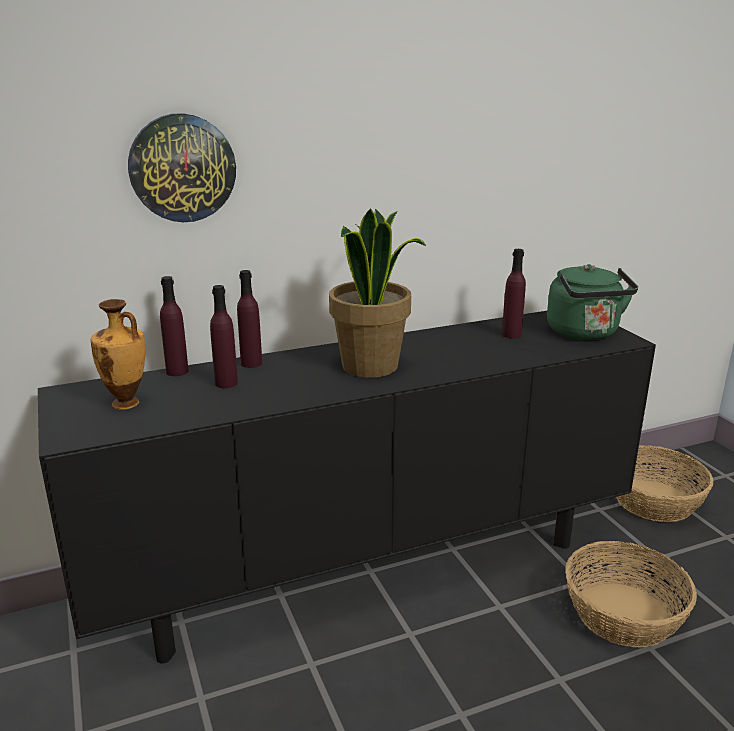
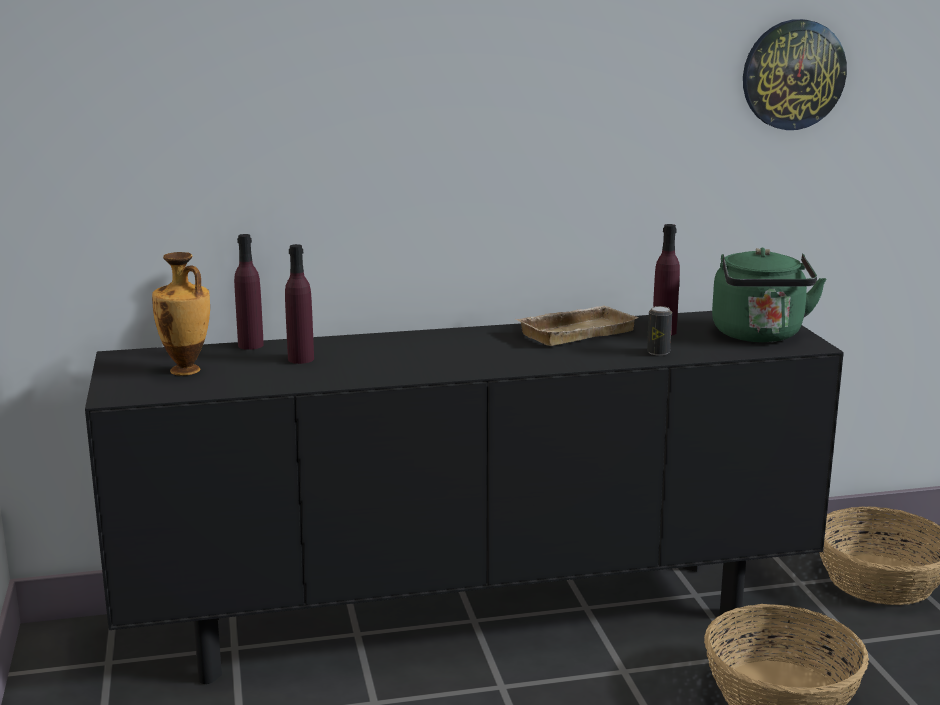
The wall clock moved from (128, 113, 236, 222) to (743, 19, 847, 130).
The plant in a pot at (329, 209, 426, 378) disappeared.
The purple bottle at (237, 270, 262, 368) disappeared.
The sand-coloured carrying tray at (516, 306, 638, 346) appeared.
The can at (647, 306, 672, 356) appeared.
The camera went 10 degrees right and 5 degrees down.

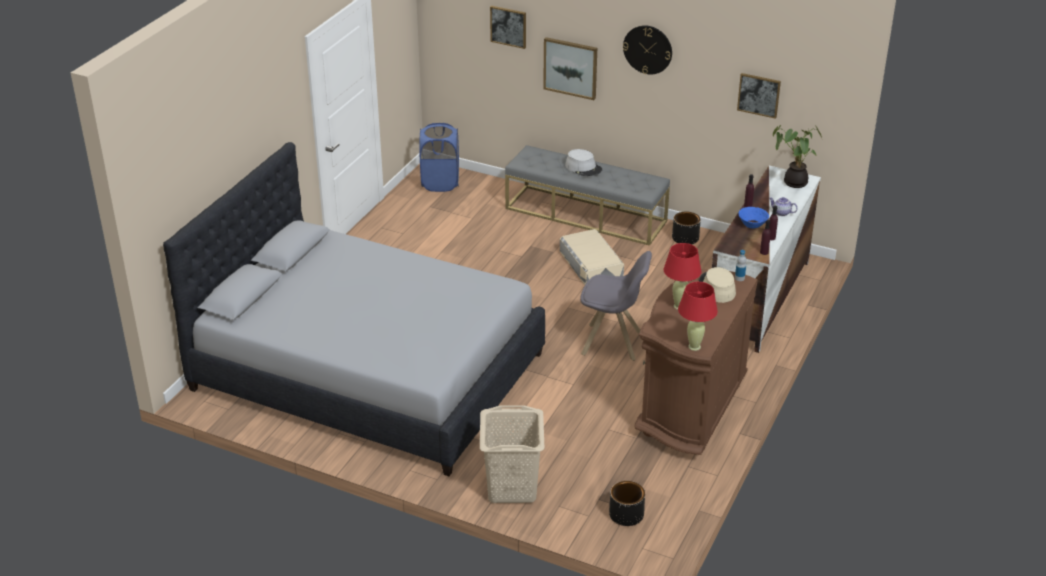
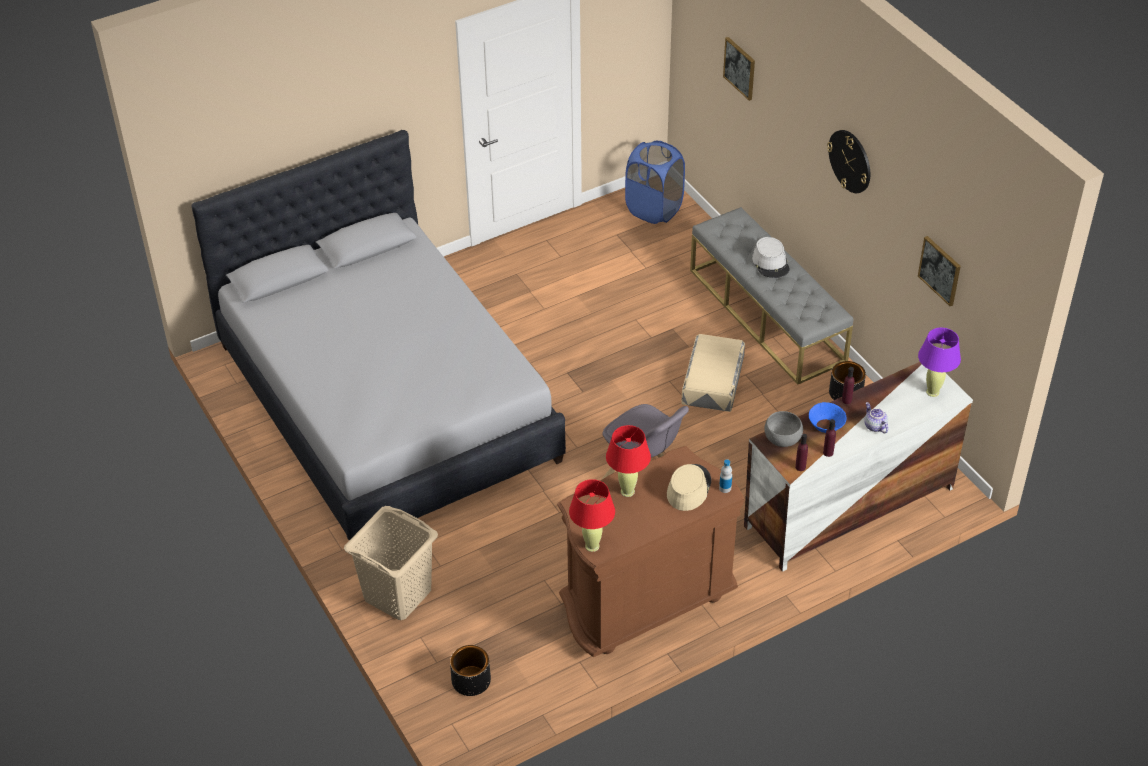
The wall art at (543, 37, 597, 100) disappeared.
The plant in a pot at (773, 125, 822, 188) was replaced by the purple lamp for a table at (918, 328, 961, 397).
The gray bowl at (764, 411, 803, 447) appeared.
The camera went 35 degrees right and 10 degrees up.

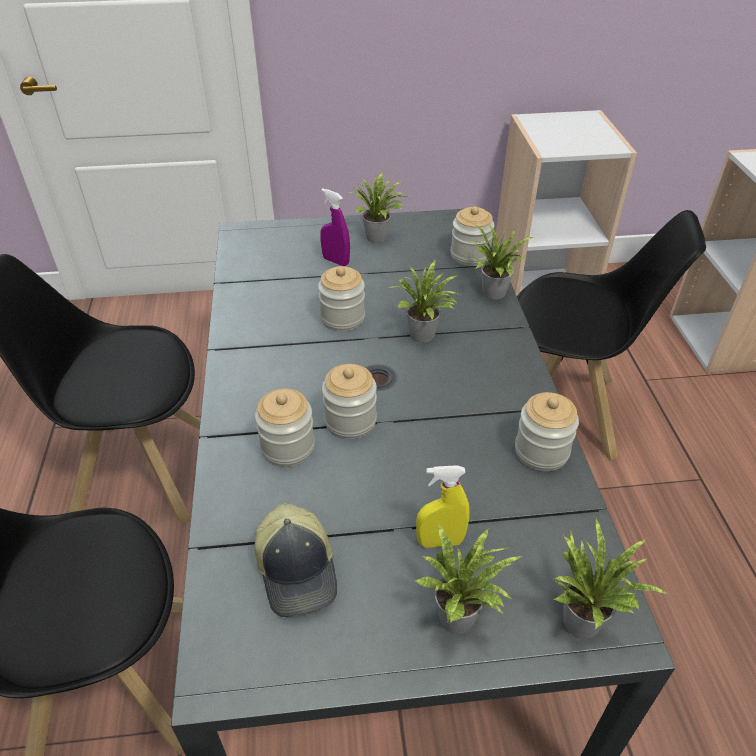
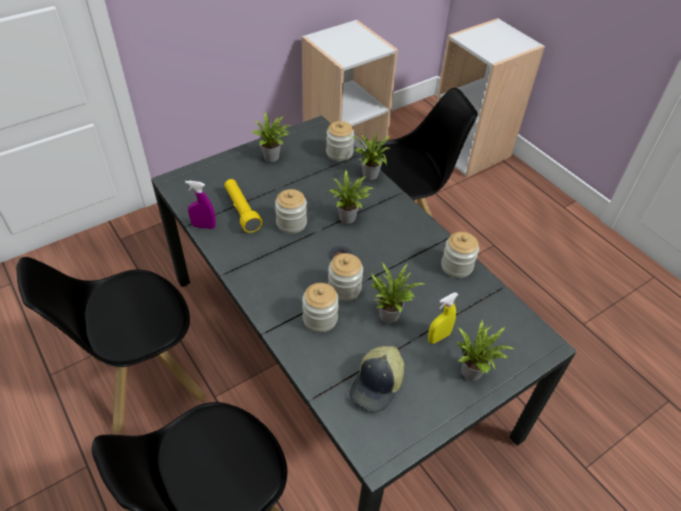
The purple hand sprayer moved from (320, 188, 350, 266) to (185, 181, 216, 229).
The baseball cap at (255, 503, 337, 617) turned 75 degrees clockwise.
The plant in a pot moved from (553, 519, 668, 638) to (371, 263, 426, 324).
The yellow-coloured flashlight at (224, 179, 263, 233) appeared.
The camera went 30 degrees left and 5 degrees up.

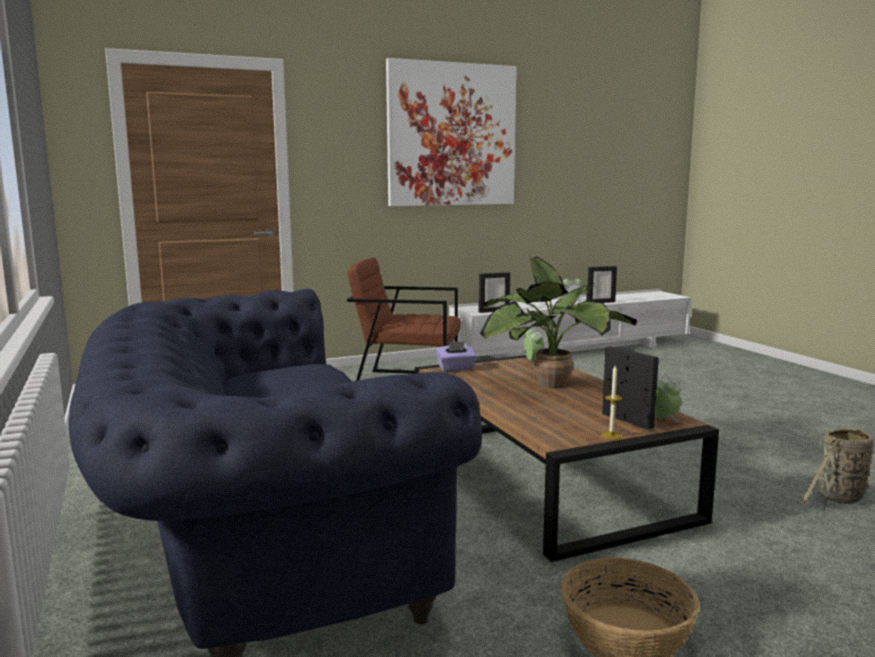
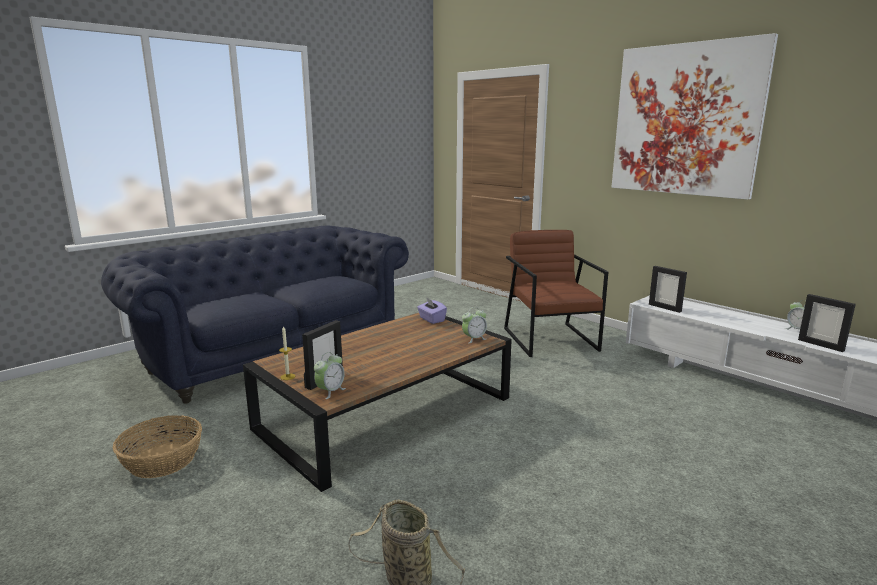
The plant in a pot at (480, 254, 637, 389) disappeared.
The camera went 70 degrees right and 5 degrees up.

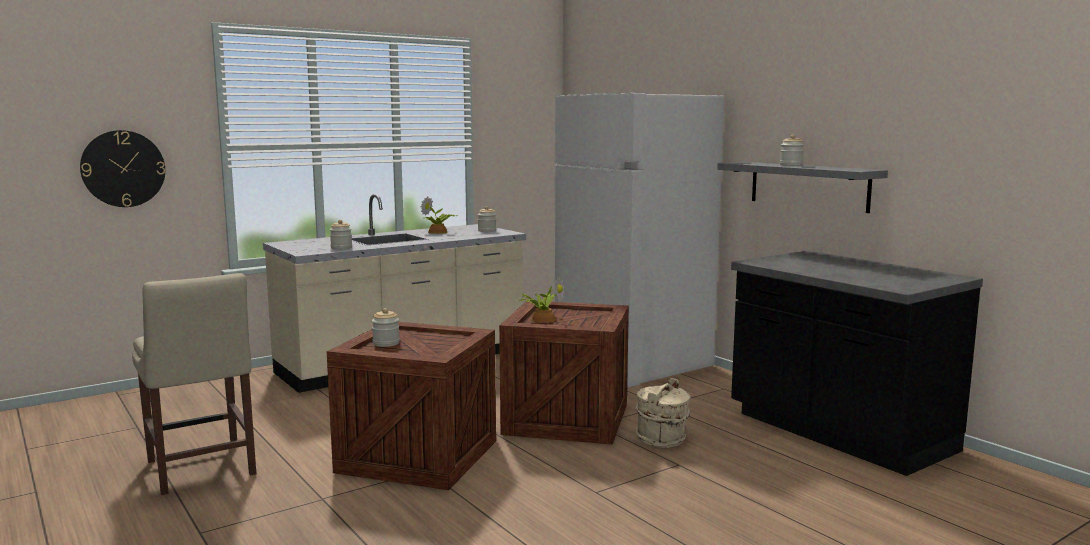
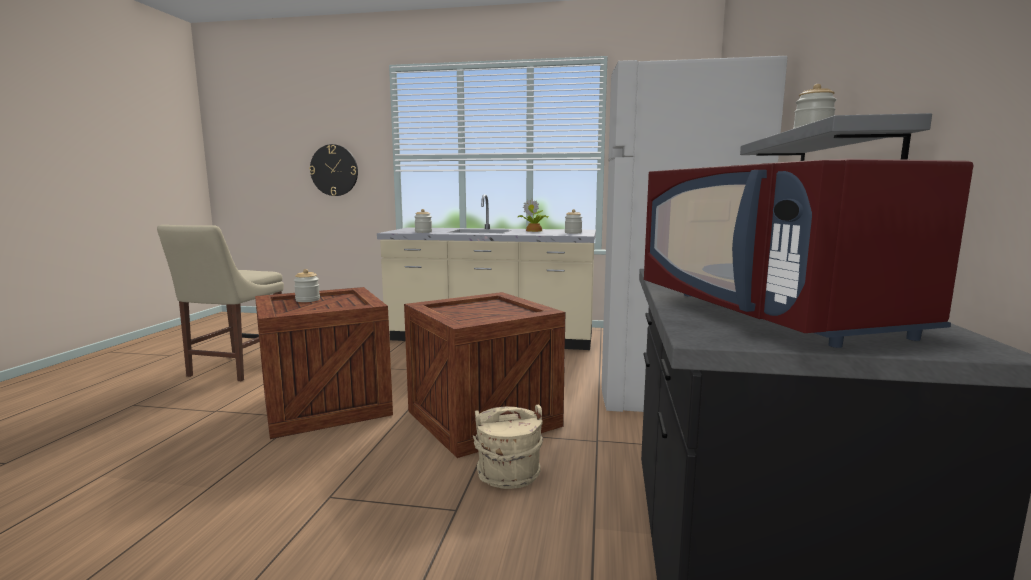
The plant in a pot at (519, 276, 564, 323) disappeared.
The red-coloured kitchen microwave at (644, 159, 973, 348) appeared.
The camera went 45 degrees right and 0 degrees up.

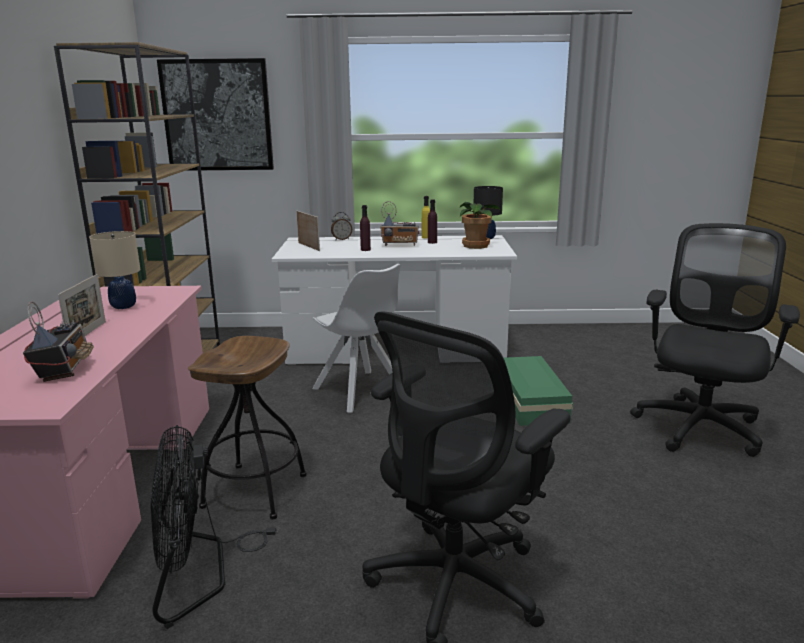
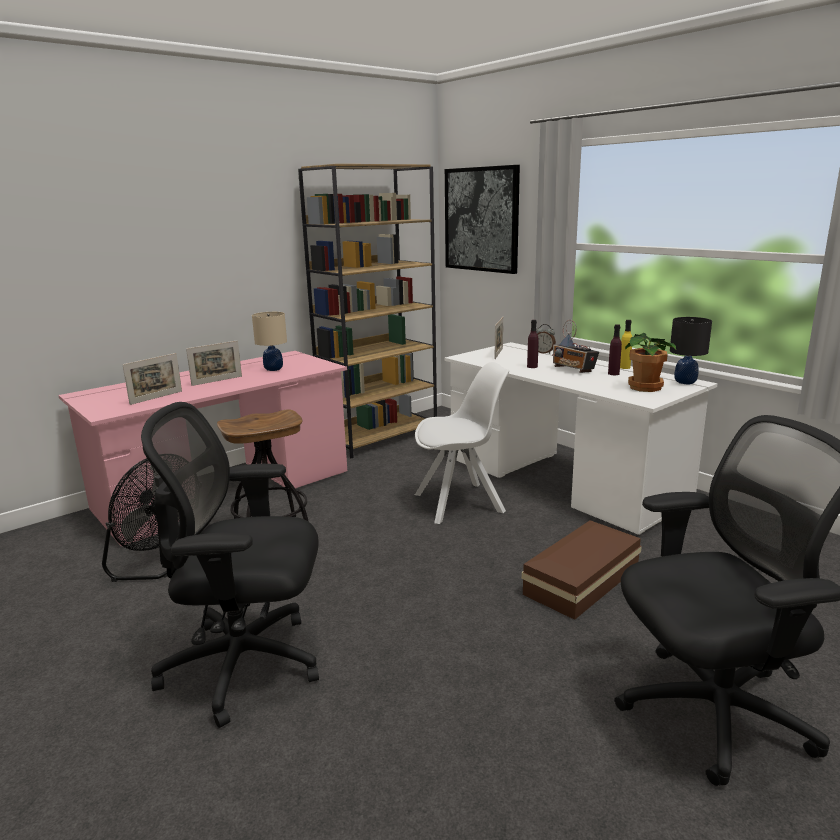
The whitish upright chair at (313, 264, 400, 413) turned 120 degrees counterclockwise.
The radio set at (23, 301, 94, 382) was replaced by the picture frame at (122, 353, 182, 405).
The green-coloured storage box at (504, 356, 573, 426) became the brown-coloured storage box at (521, 520, 642, 620).
The camera went 50 degrees right and 0 degrees up.

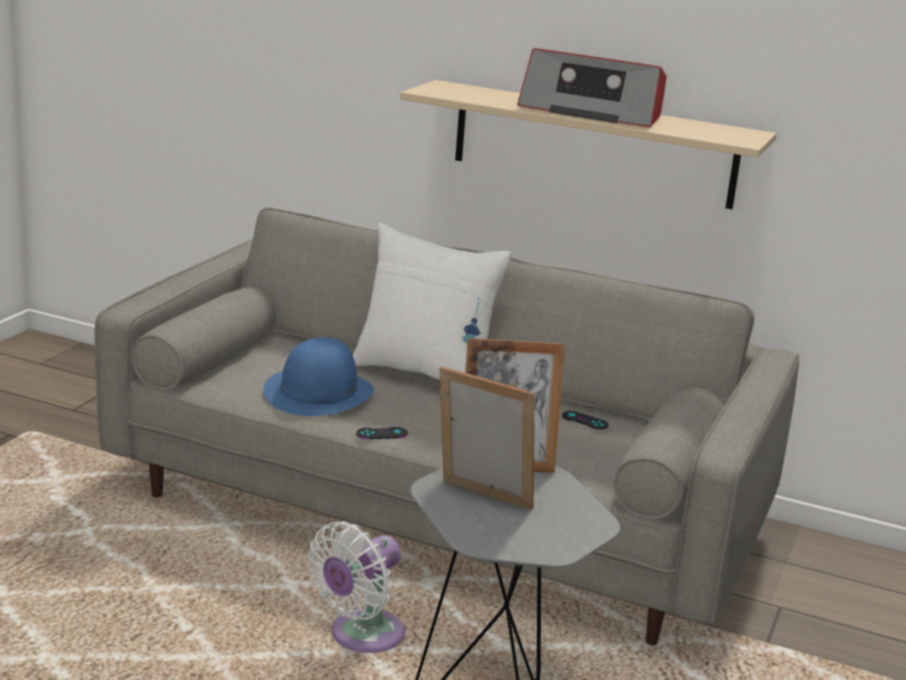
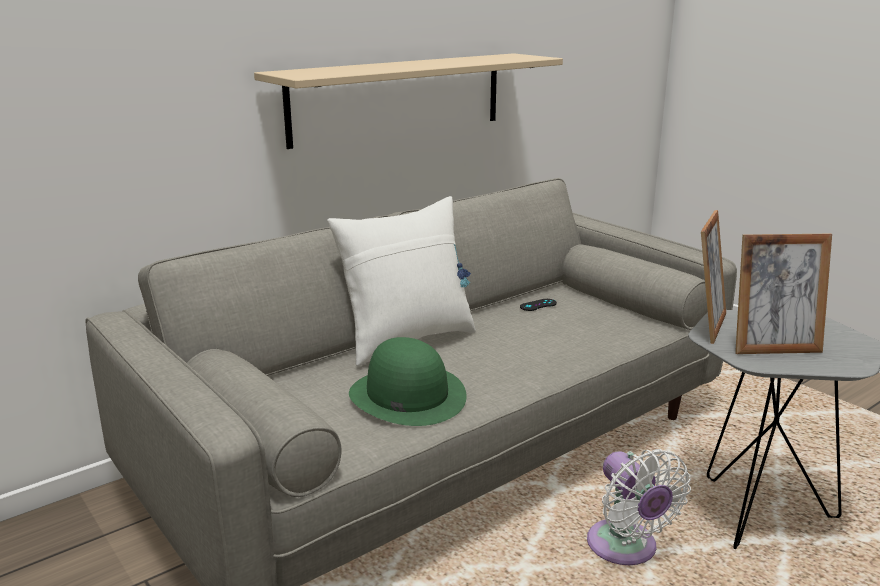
The radio set at (517, 48, 667, 127) disappeared.
The blue clothing hat at (264, 337, 374, 416) became the green-coloured clothing hat at (349, 337, 466, 426).
The picture frame at (439, 366, 535, 510) turned 150 degrees counterclockwise.
The blackish game controller at (356, 427, 408, 439) disappeared.
The camera went 60 degrees left and 0 degrees up.

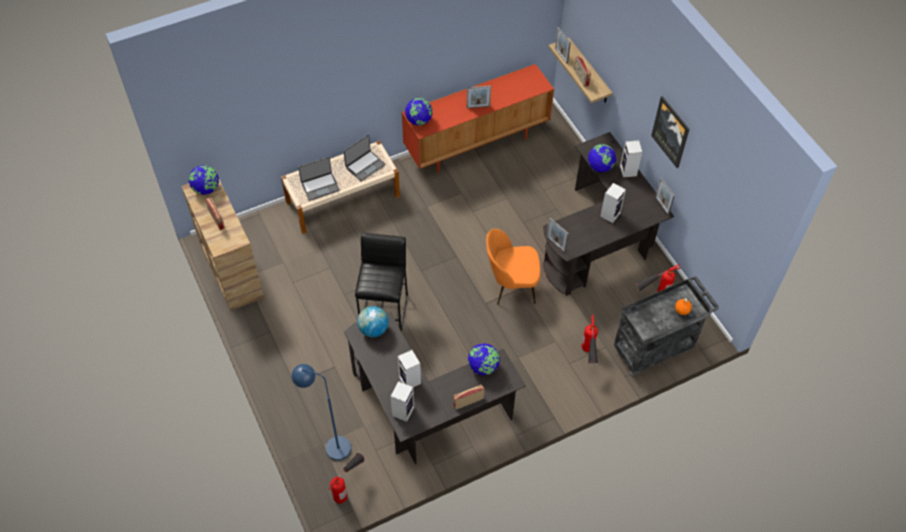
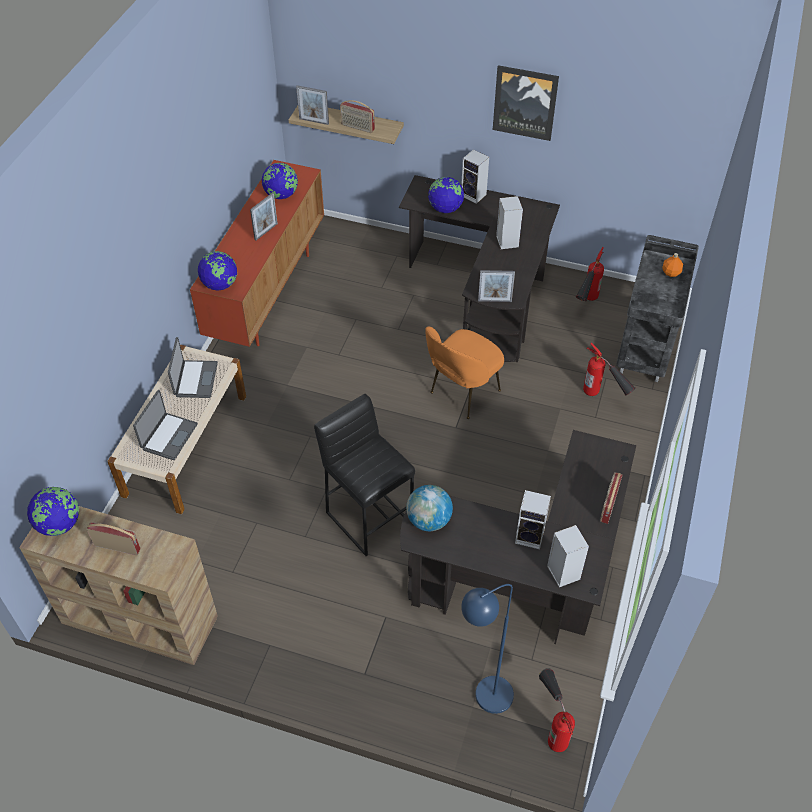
The picture frame at (655, 178, 675, 215) disappeared.
The desk globe moved from (468, 343, 500, 375) to (262, 163, 298, 199).
The camera went 45 degrees left and 5 degrees down.

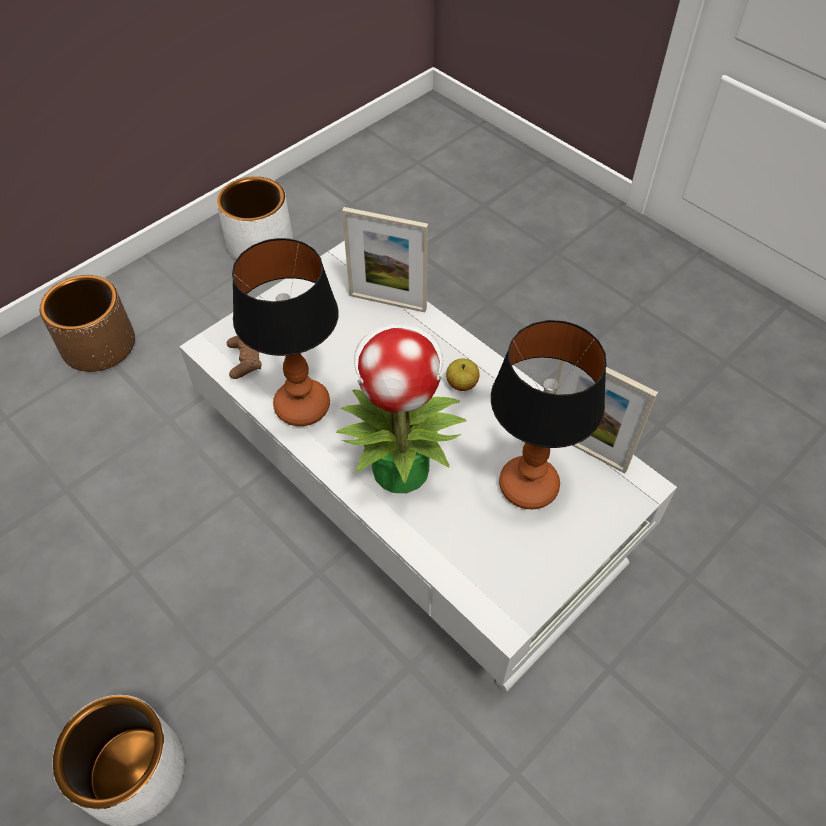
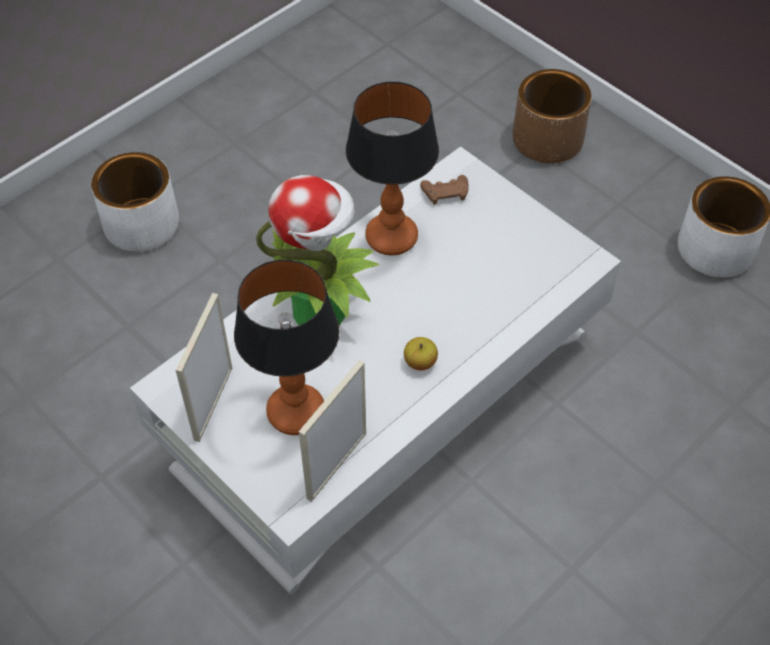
The picture frame moved from (342, 207, 428, 312) to (176, 293, 232, 442).
The camera went 90 degrees right and 0 degrees up.

